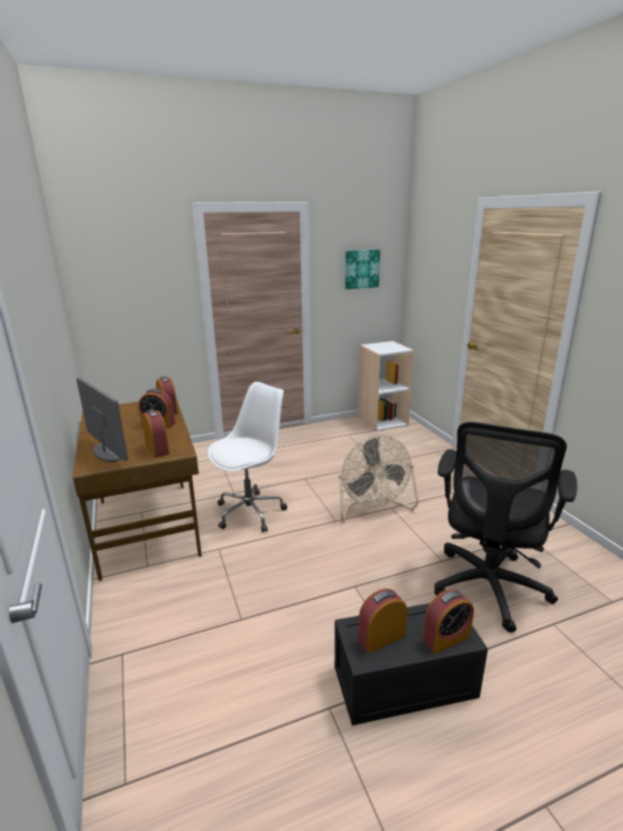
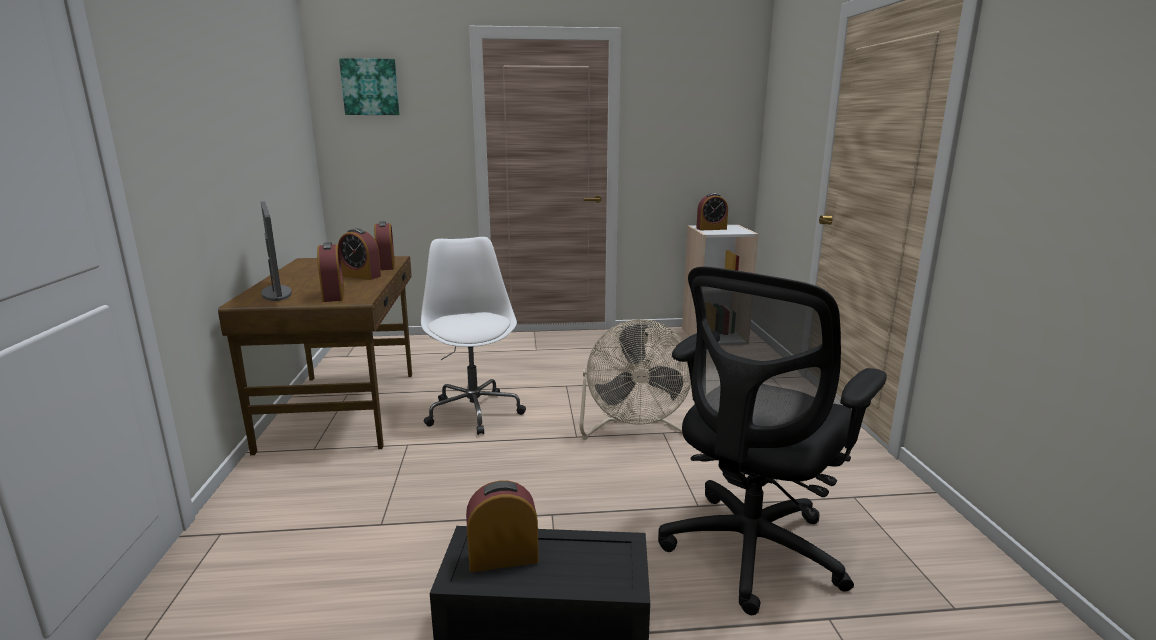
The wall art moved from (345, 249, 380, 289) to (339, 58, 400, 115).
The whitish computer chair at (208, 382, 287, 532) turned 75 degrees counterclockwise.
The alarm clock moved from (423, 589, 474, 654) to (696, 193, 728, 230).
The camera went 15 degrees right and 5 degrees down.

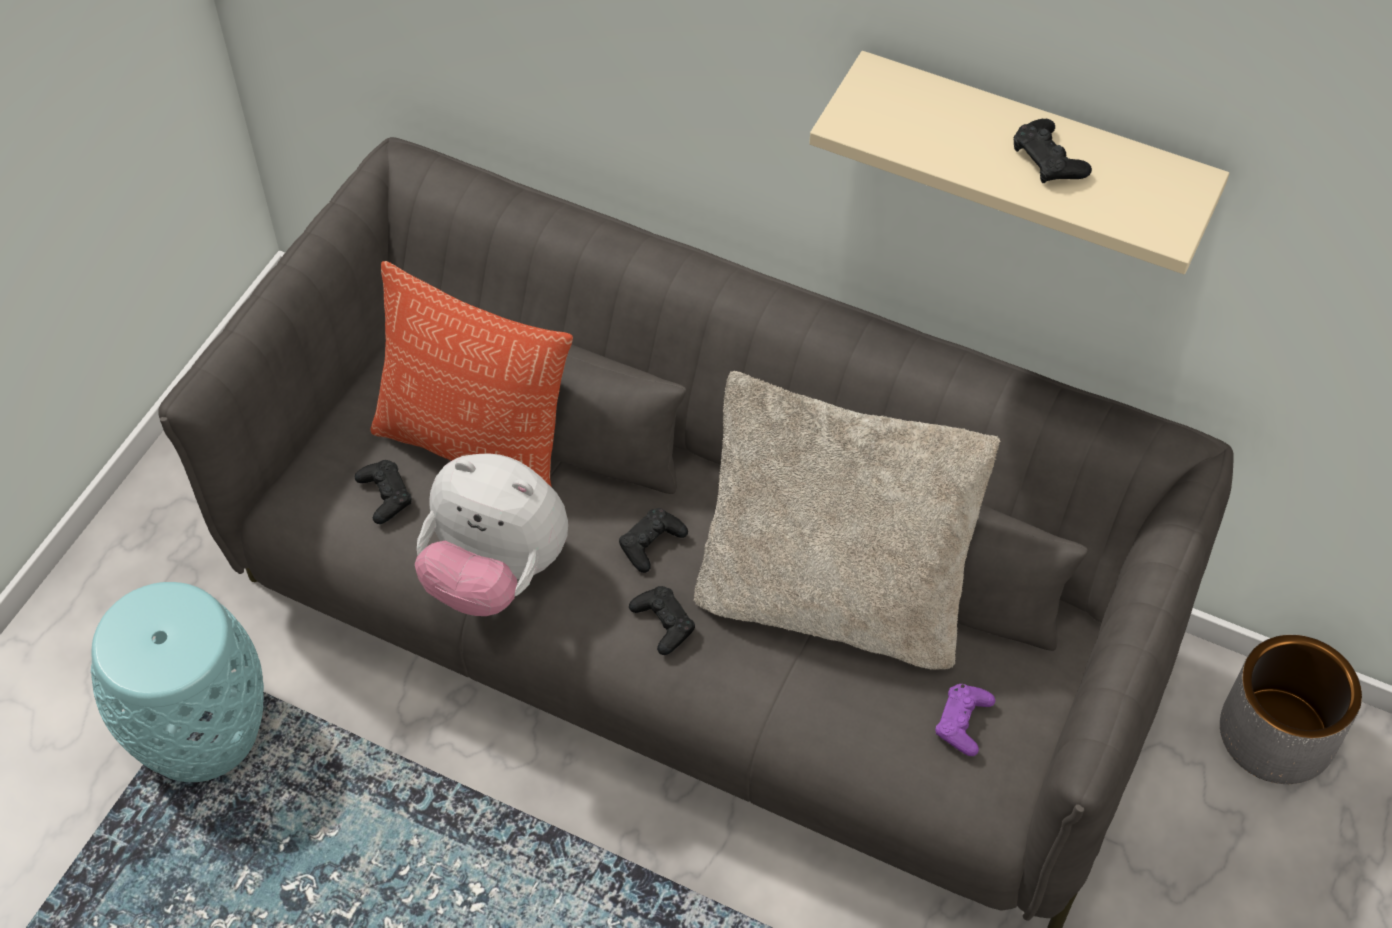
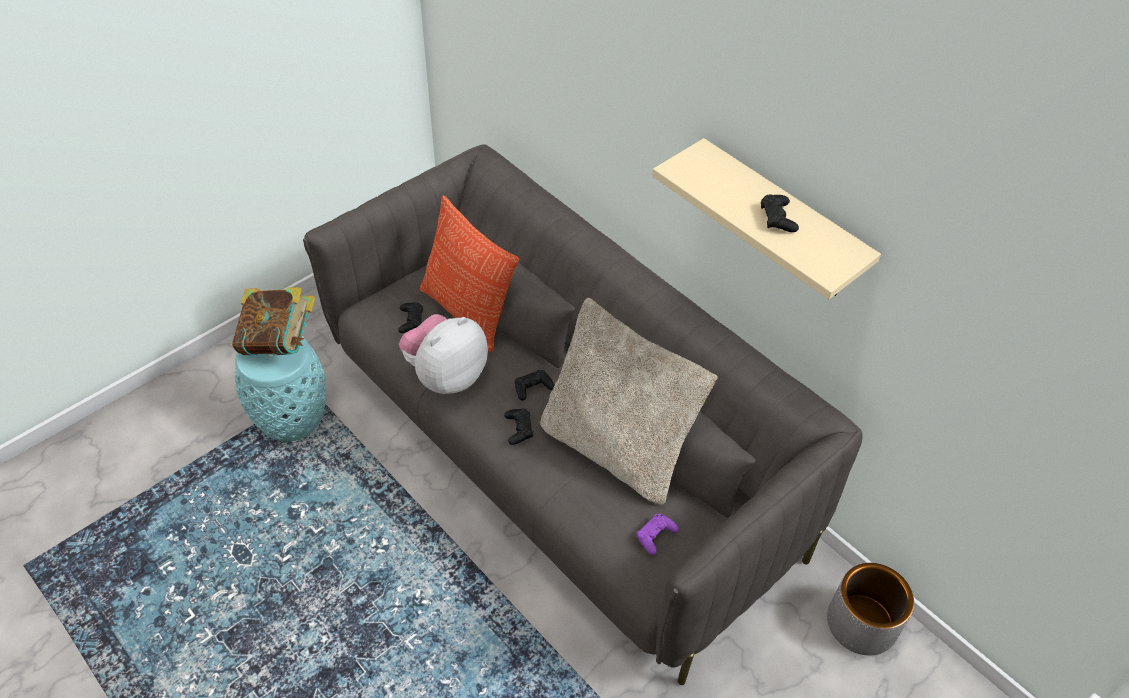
The soft toy at (415, 453, 568, 616) turned 90 degrees clockwise.
The book at (232, 287, 315, 355) appeared.
The camera went 20 degrees right and 5 degrees down.

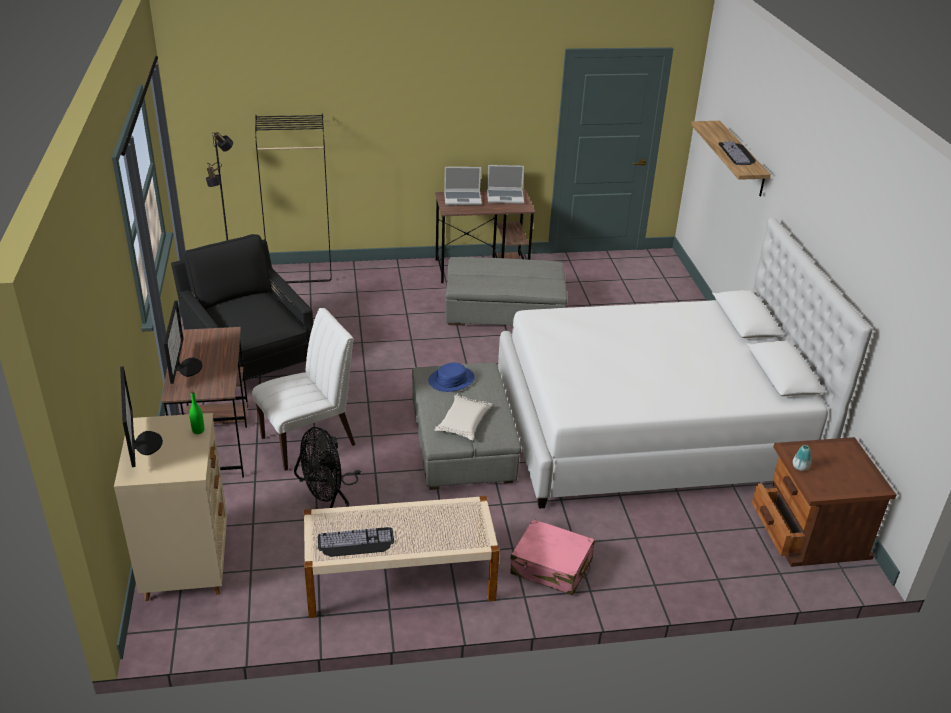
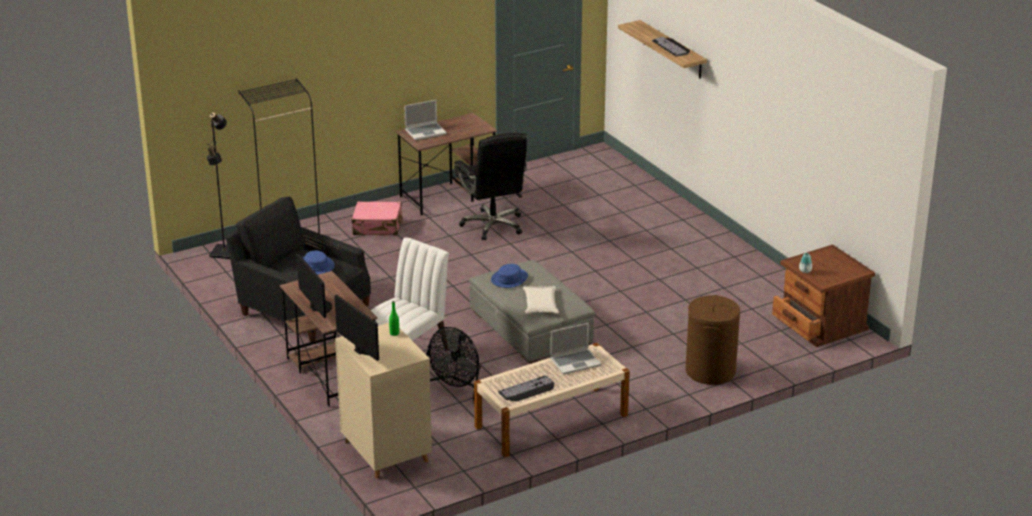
The laptop moved from (487, 165, 524, 204) to (550, 323, 601, 374).
The whitish bed at (498, 217, 872, 509) disappeared.
The gray pouffe at (445, 257, 567, 326) was replaced by the blackish computer chair at (454, 133, 527, 241).
The pinkish travel case moved from (510, 519, 595, 596) to (352, 202, 403, 235).
The blue clothing hat at (302, 251, 335, 275) appeared.
The brown-coloured hamper at (686, 295, 740, 385) appeared.
The camera went 20 degrees left and 5 degrees down.

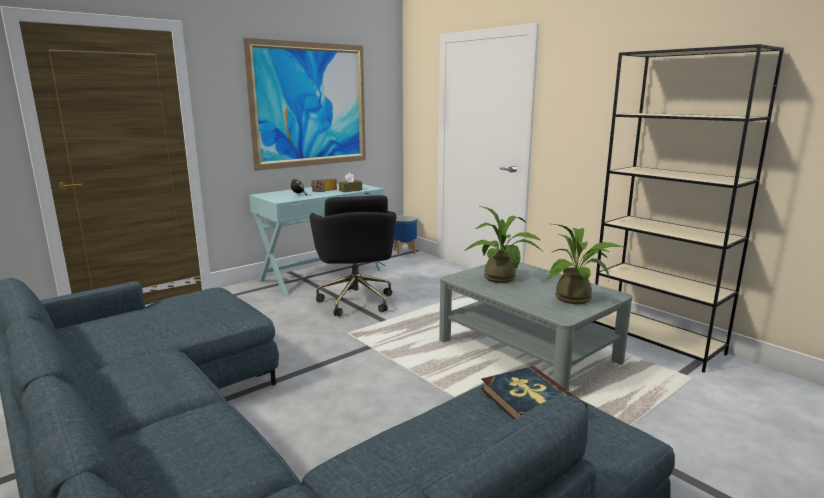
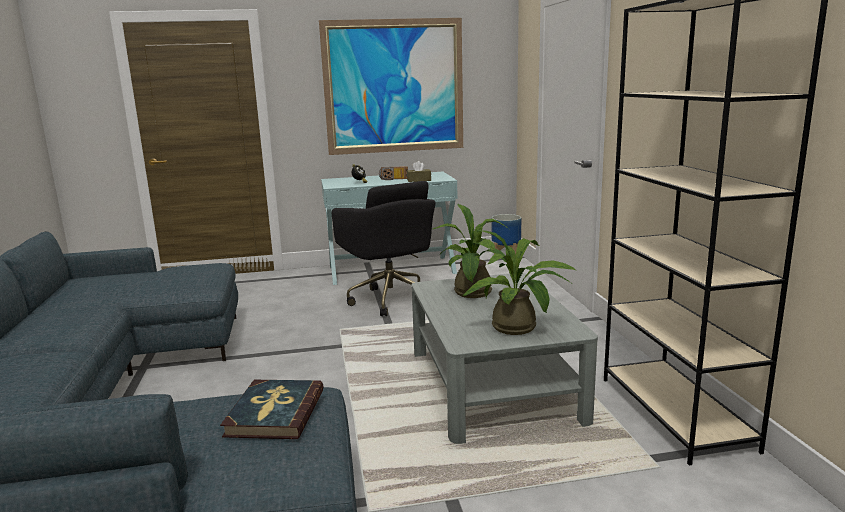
The blackish computer chair at (310, 195, 396, 317) turned 45 degrees counterclockwise.
The camera went 30 degrees right and 0 degrees up.

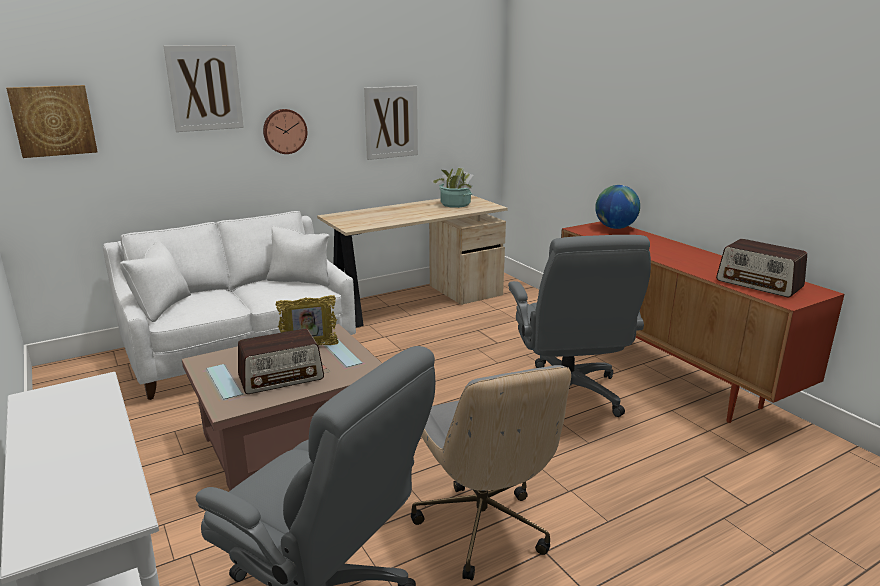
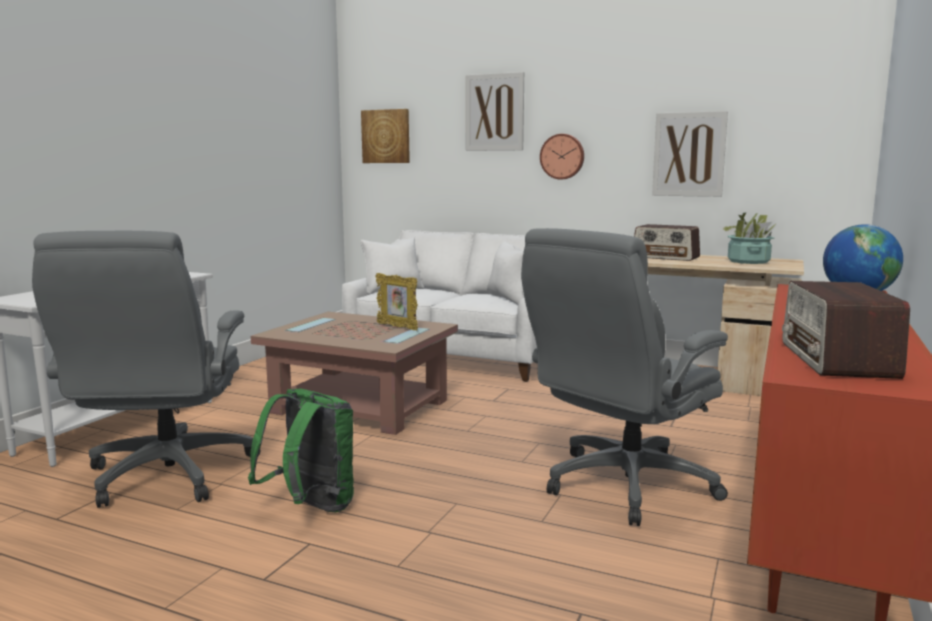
The radio set moved from (238, 329, 324, 394) to (634, 224, 700, 261).
The gray computer chair at (411, 365, 571, 580) was replaced by the green-coloured rucksack at (248, 388, 354, 512).
The camera went 55 degrees right and 10 degrees down.

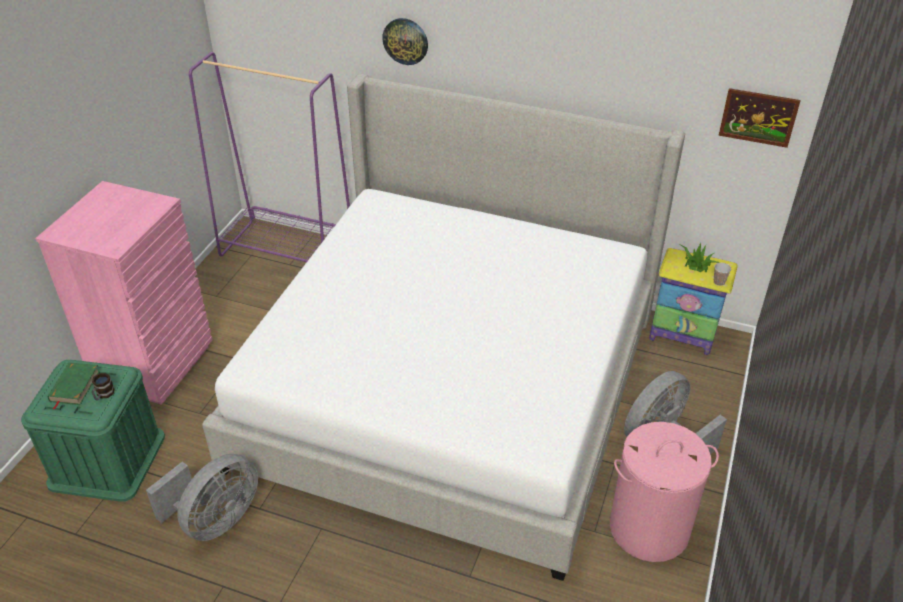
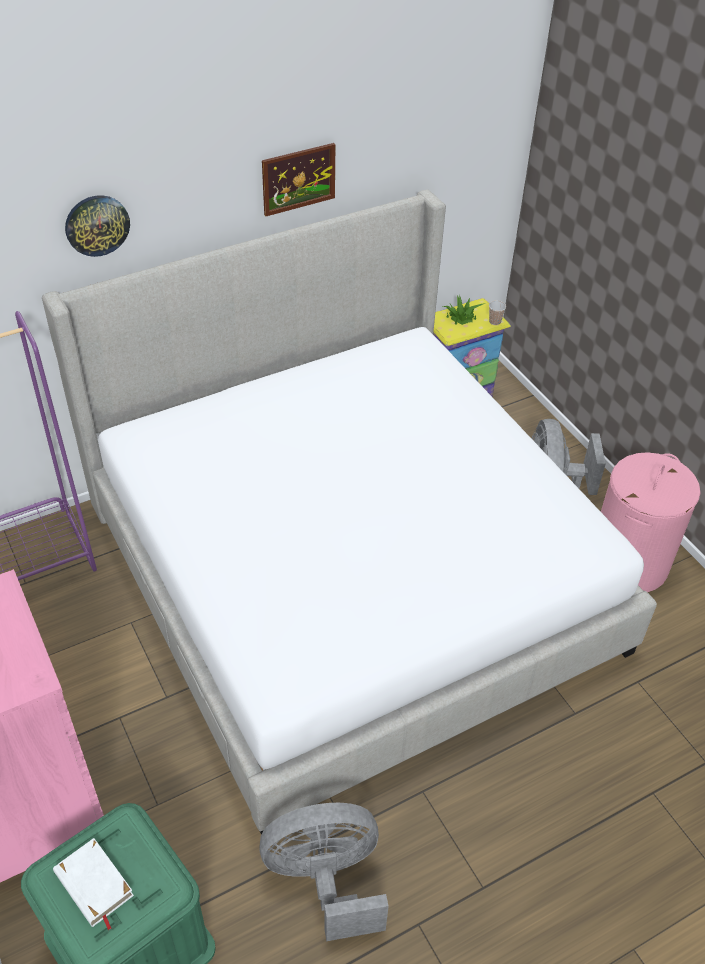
The wall art moved from (718, 88, 801, 148) to (262, 143, 335, 216).
The green-coloured book at (48, 362, 100, 409) became the whitish book at (53, 838, 134, 931).
The mug at (92, 373, 115, 401) disappeared.
The gray electric fan at (146, 454, 258, 541) turned 90 degrees counterclockwise.
The camera went 50 degrees left and 5 degrees up.

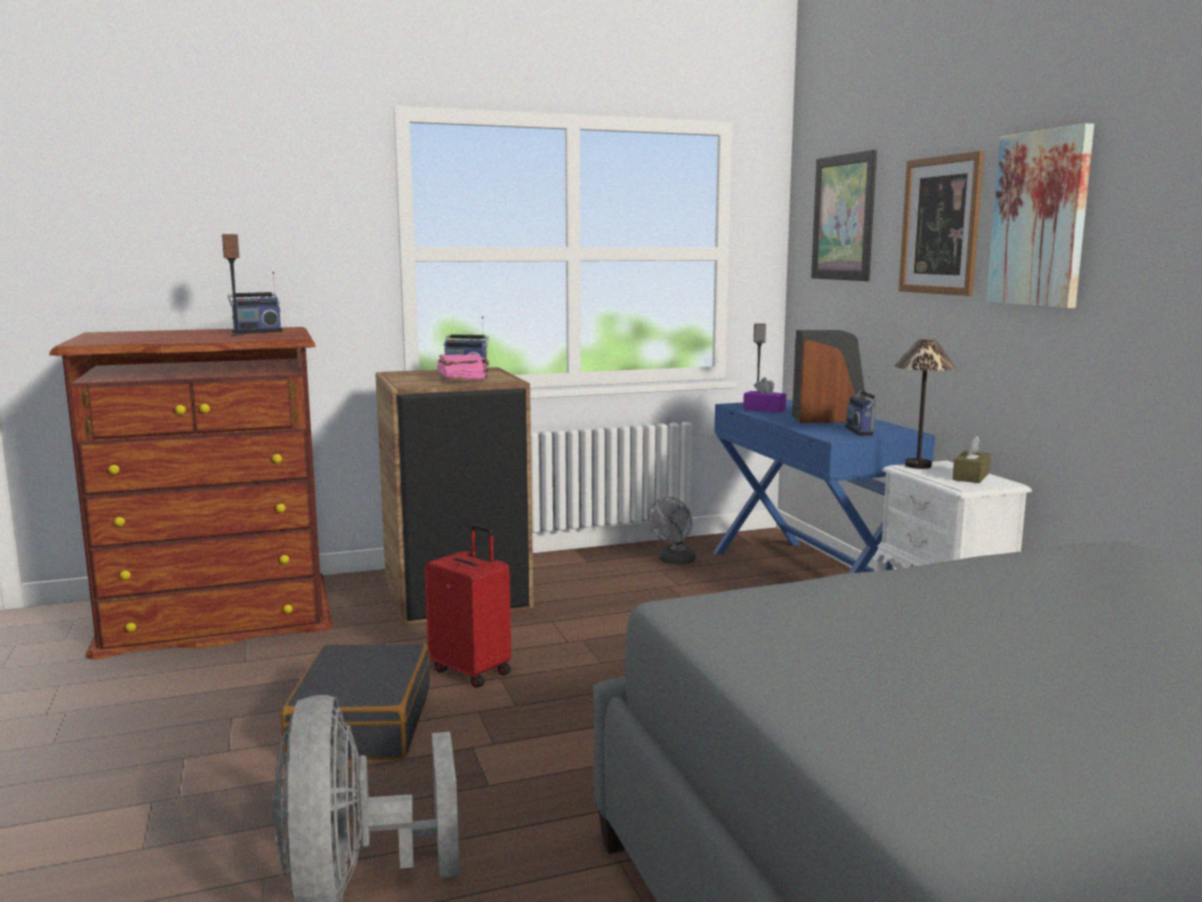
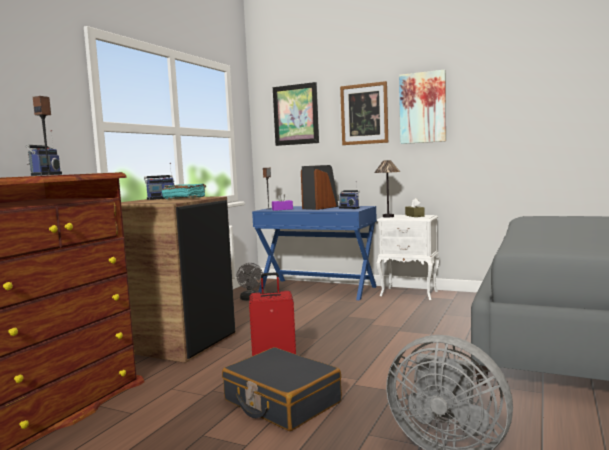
The pinkish book at (437, 354, 489, 380) became the turquoise-coloured book at (162, 184, 206, 200).
The camera went 45 degrees left and 5 degrees down.

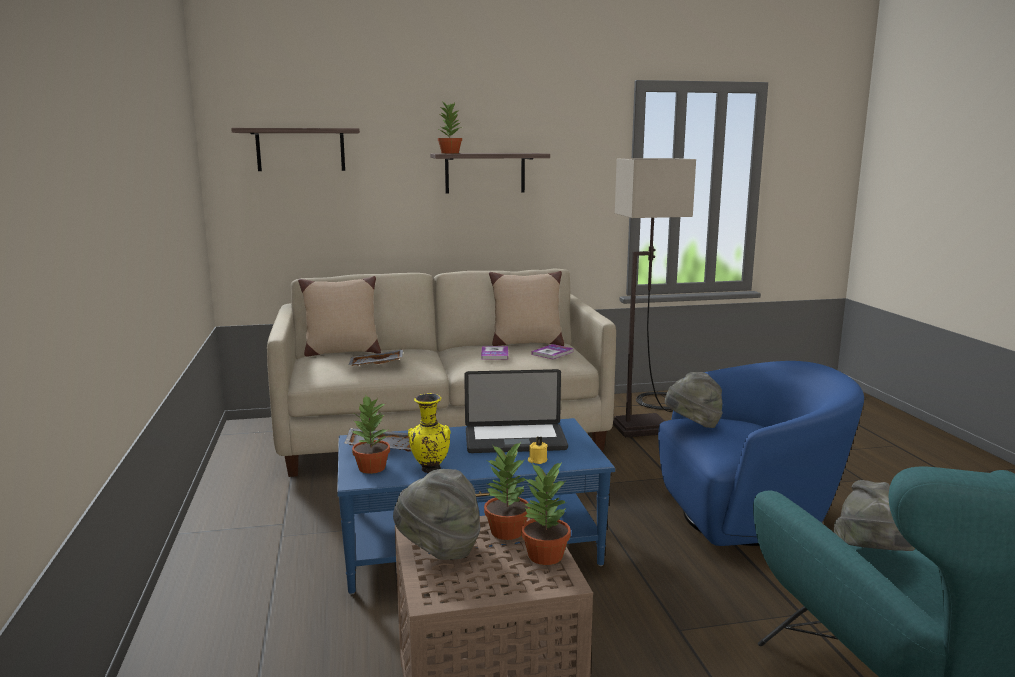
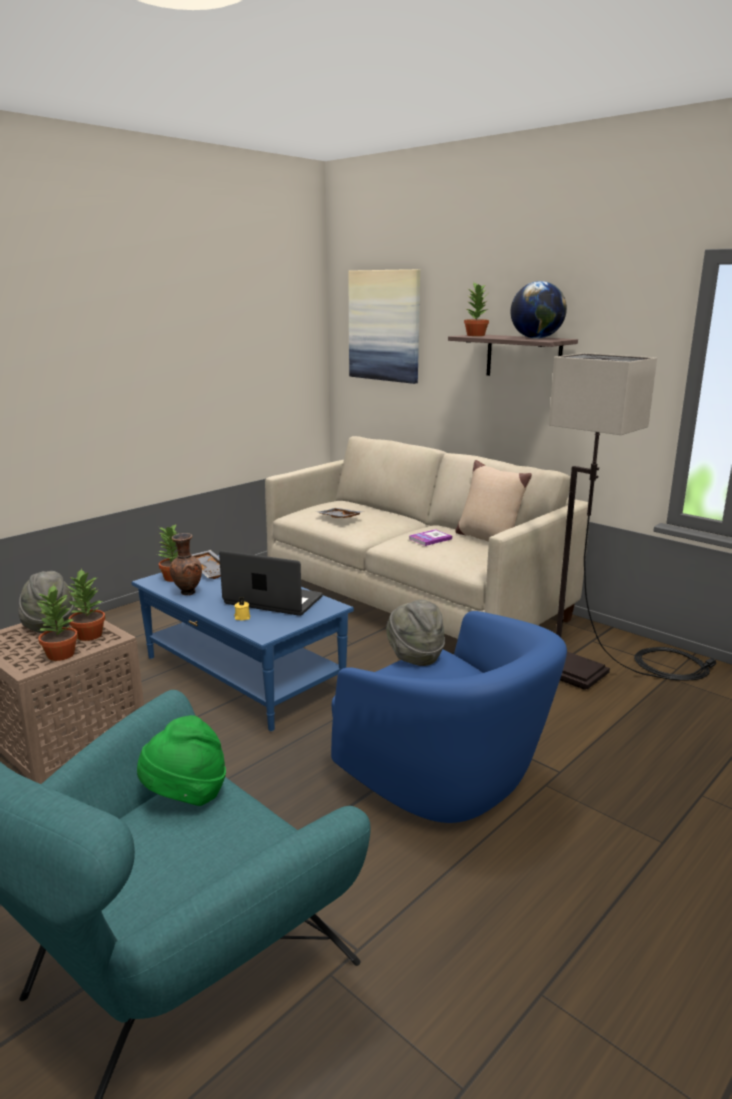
The shelf at (231, 128, 360, 171) was replaced by the wall art at (348, 269, 420, 384).
The sand-coloured pillow at (298, 276, 381, 357) disappeared.
The book at (531, 344, 574, 359) disappeared.
The laptop at (464, 369, 568, 453) turned 150 degrees clockwise.
The yellow-coloured vase at (408, 393, 451, 473) became the brown-coloured vase at (170, 533, 202, 595).
The gray clothing hat at (834, 480, 915, 551) became the green-coloured clothing hat at (137, 715, 226, 806).
The desk globe at (511, 281, 567, 339) appeared.
The camera went 55 degrees right and 5 degrees up.

